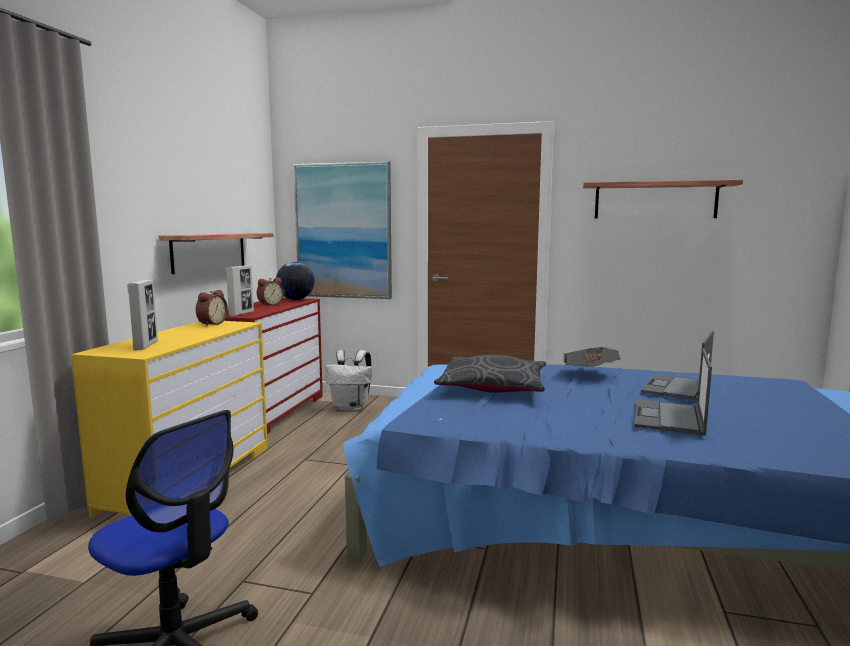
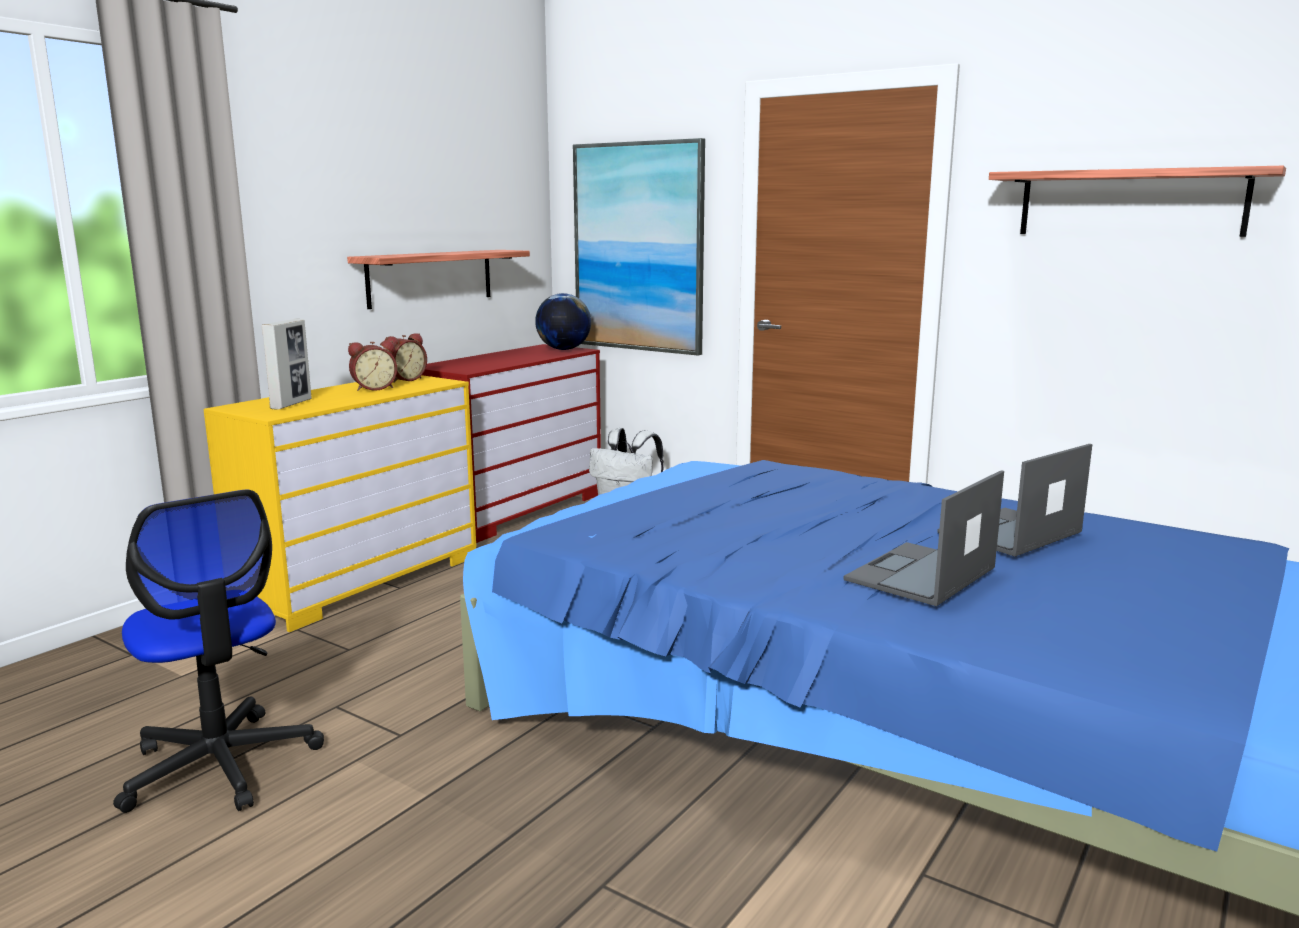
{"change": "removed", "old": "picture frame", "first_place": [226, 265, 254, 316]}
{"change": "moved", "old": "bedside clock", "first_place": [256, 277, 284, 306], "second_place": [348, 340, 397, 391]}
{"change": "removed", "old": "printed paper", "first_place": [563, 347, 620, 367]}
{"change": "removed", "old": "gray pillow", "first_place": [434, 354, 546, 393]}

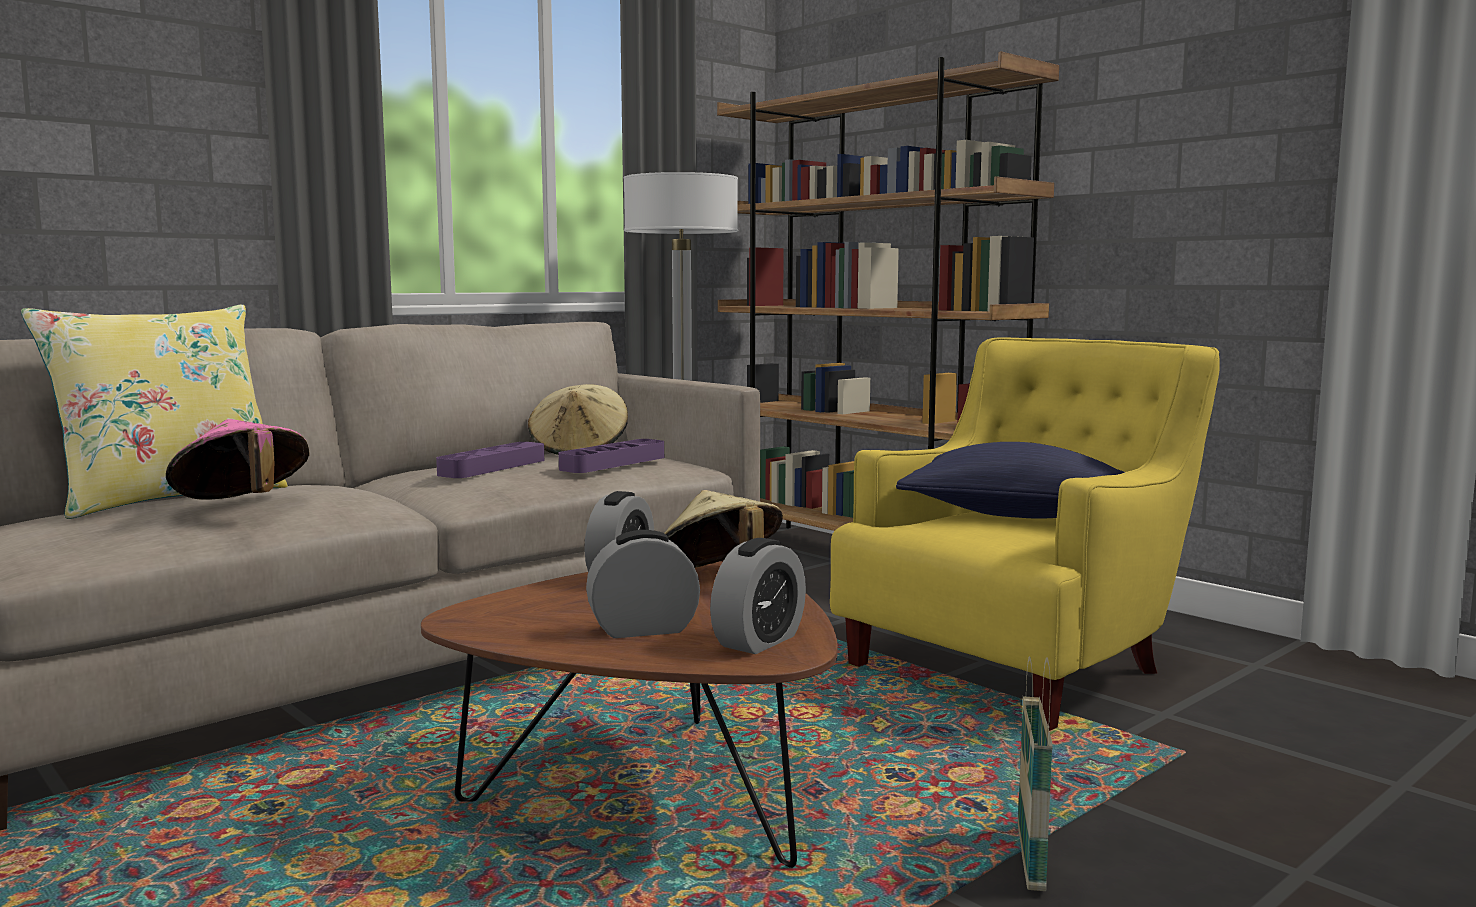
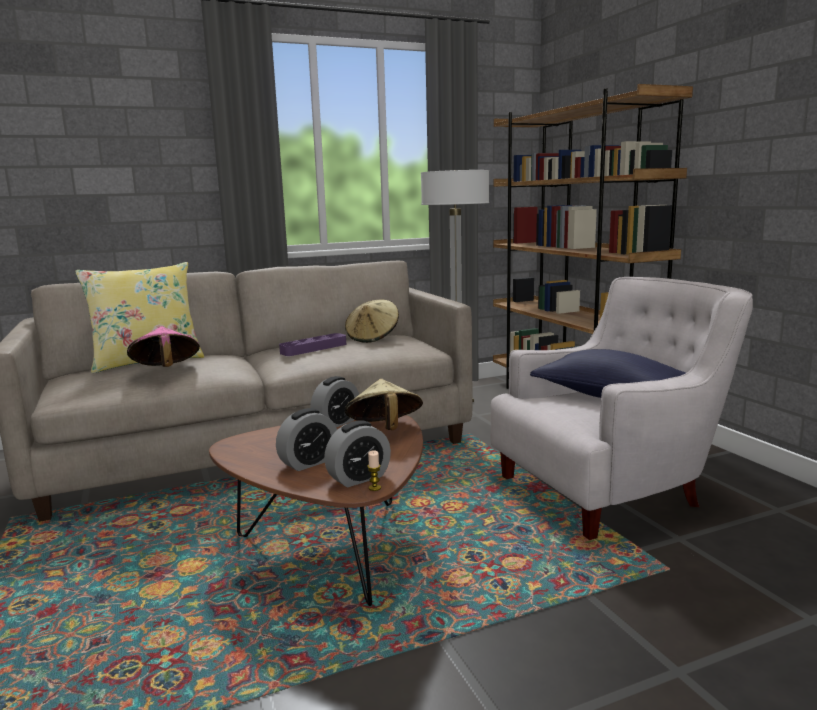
{"change": "recoloured", "old": "yellowish lounge chair", "new": "white-coloured lounge chair", "first_place": [830, 337, 1220, 731], "second_place": [491, 277, 753, 540]}
{"change": "removed", "old": "purplish carrying tray", "first_place": [559, 439, 664, 473]}
{"change": "turned", "old": "bedside clock", "first_place": [586, 530, 700, 638], "second_place": [276, 408, 337, 471], "degrees": 135}
{"change": "removed", "old": "storage basket", "first_place": [1018, 656, 1053, 891]}
{"change": "added", "new": "wax candle", "second_place": [367, 450, 381, 491]}

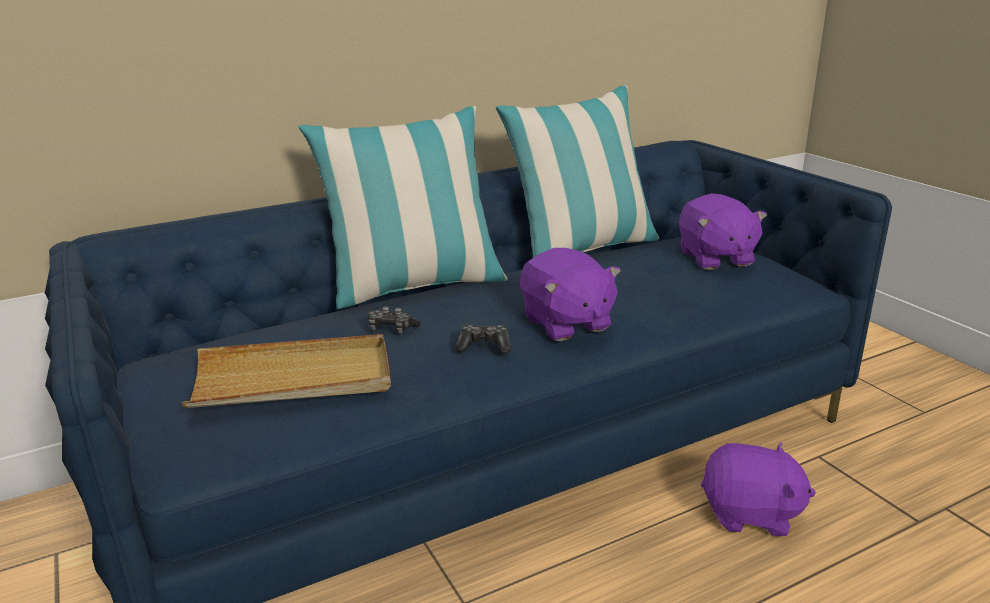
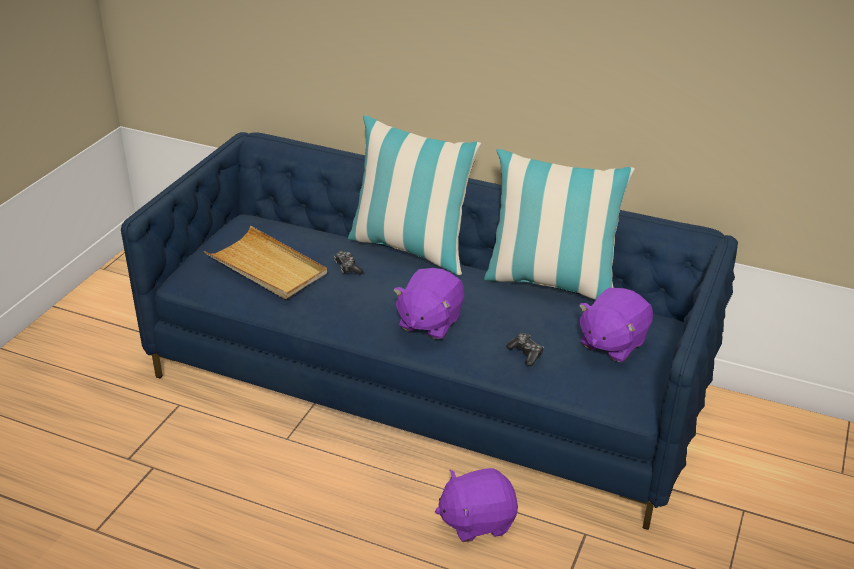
{"change": "moved", "old": "game controller", "first_place": [455, 324, 511, 354], "second_place": [506, 333, 544, 366]}
{"change": "turned", "old": "purplish soft toy", "first_place": [701, 443, 816, 536], "second_place": [435, 468, 518, 542], "degrees": 105}

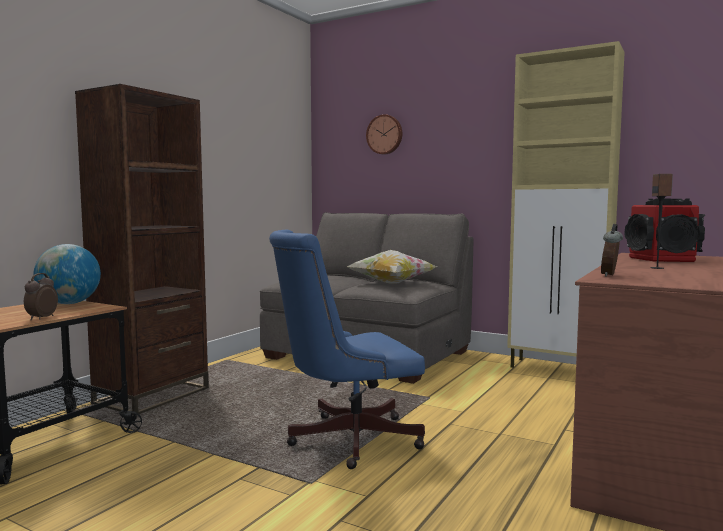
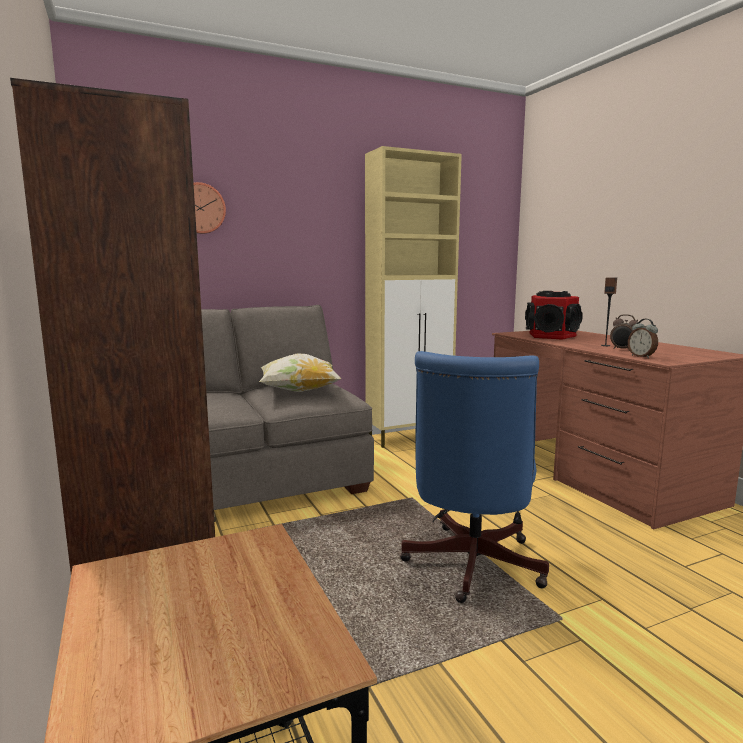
{"change": "removed", "old": "globe", "first_place": [33, 244, 101, 304]}
{"change": "moved", "old": "bedside clock", "first_place": [24, 273, 58, 320], "second_place": [610, 314, 638, 351]}

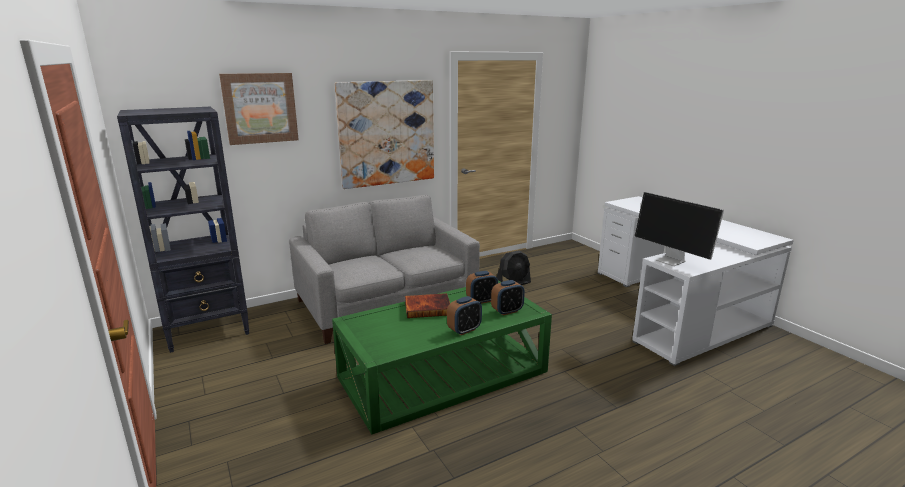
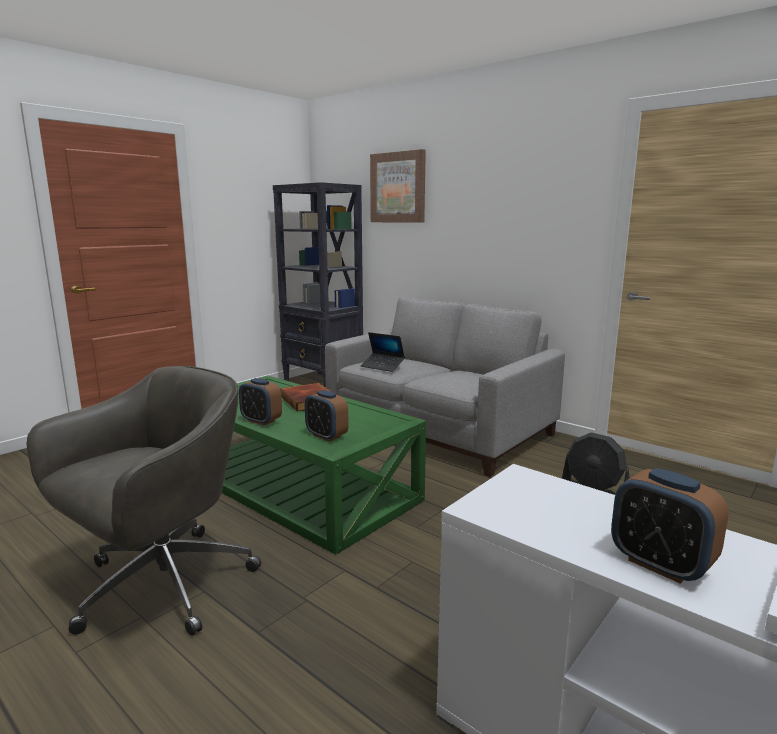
{"change": "removed", "old": "wall art", "first_place": [335, 80, 434, 189]}
{"change": "removed", "old": "computer display", "first_place": [635, 192, 724, 266]}
{"change": "moved", "old": "bedside clock", "first_place": [466, 271, 498, 304], "second_place": [611, 468, 728, 584]}
{"change": "added", "new": "portable computer", "second_place": [361, 332, 405, 372]}
{"change": "added", "new": "gray desk chair", "second_place": [27, 366, 261, 636]}

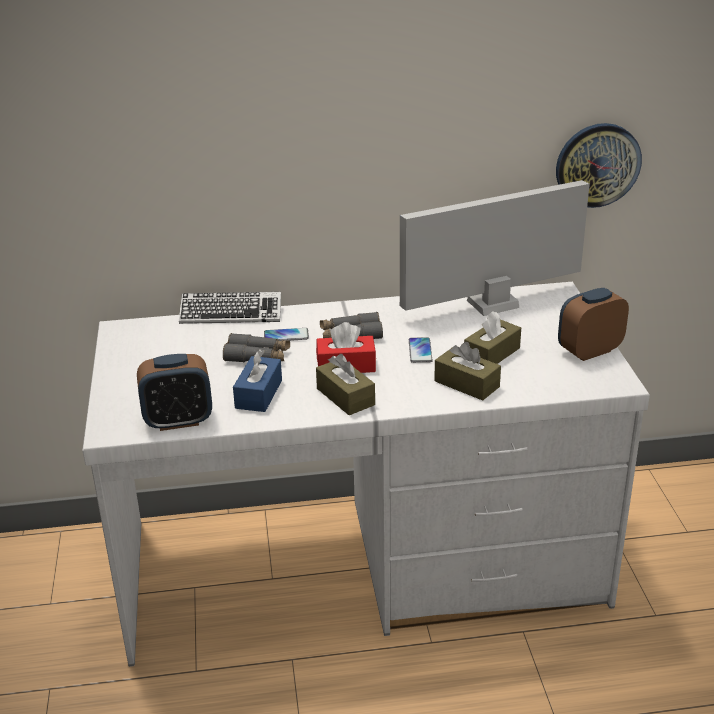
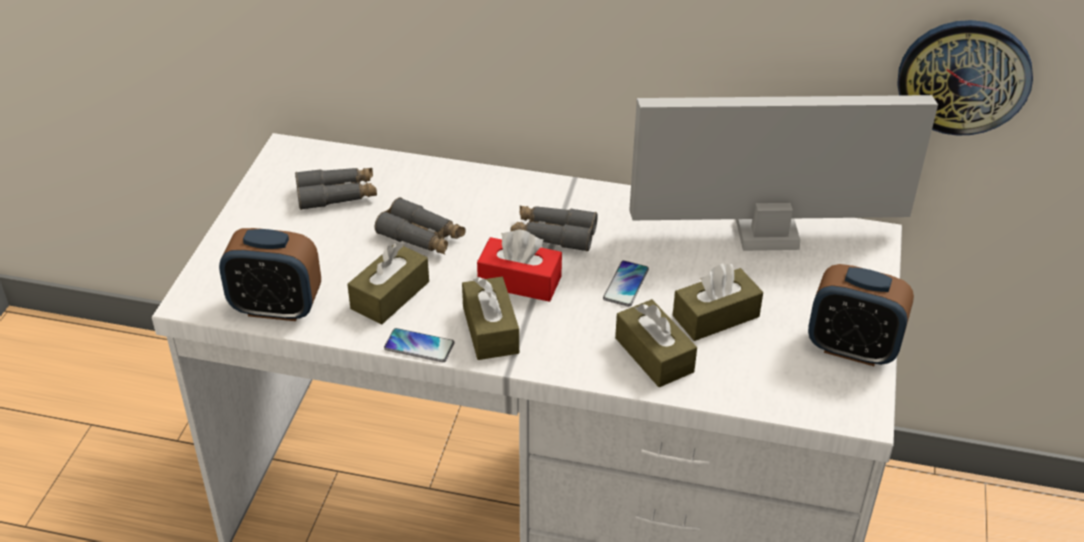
{"change": "turned", "old": "bedside clock", "first_place": [558, 288, 629, 361], "second_place": [808, 264, 914, 366], "degrees": -150}
{"change": "removed", "old": "PC keyboard", "first_place": [179, 292, 281, 324]}
{"change": "moved", "old": "handset", "first_place": [264, 328, 309, 341], "second_place": [384, 328, 454, 362]}
{"change": "recoloured", "old": "blue-coloured box of tissues", "new": "brown-coloured box of tissues", "first_place": [233, 349, 282, 412], "second_place": [347, 242, 429, 324]}
{"change": "added", "new": "gray field glasses", "second_place": [295, 168, 377, 210]}

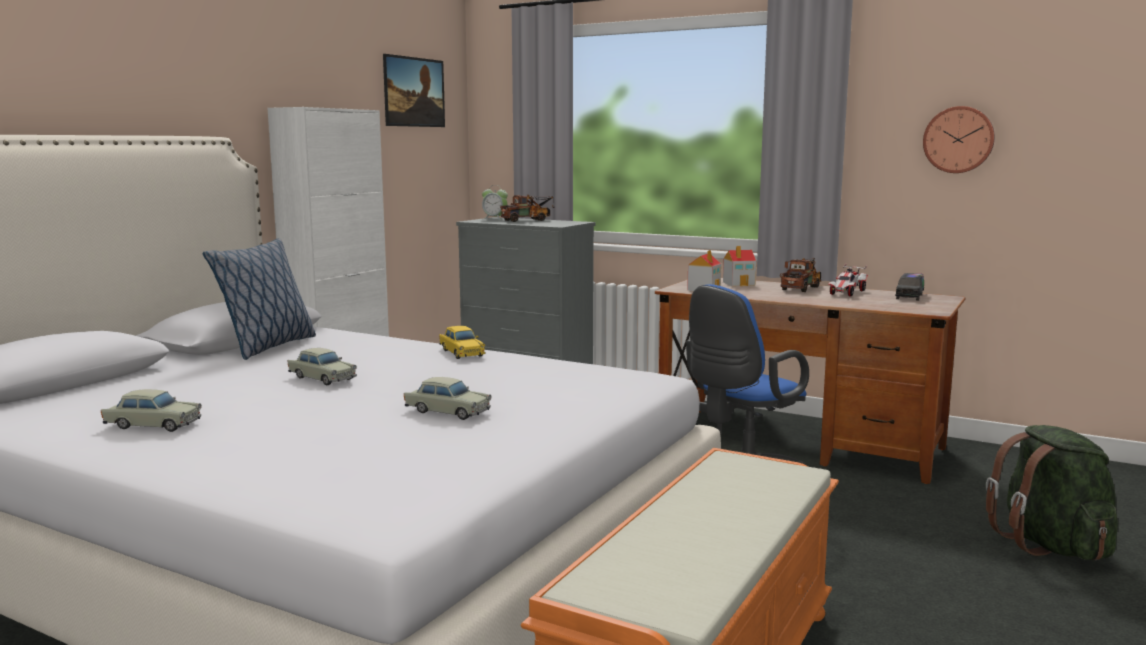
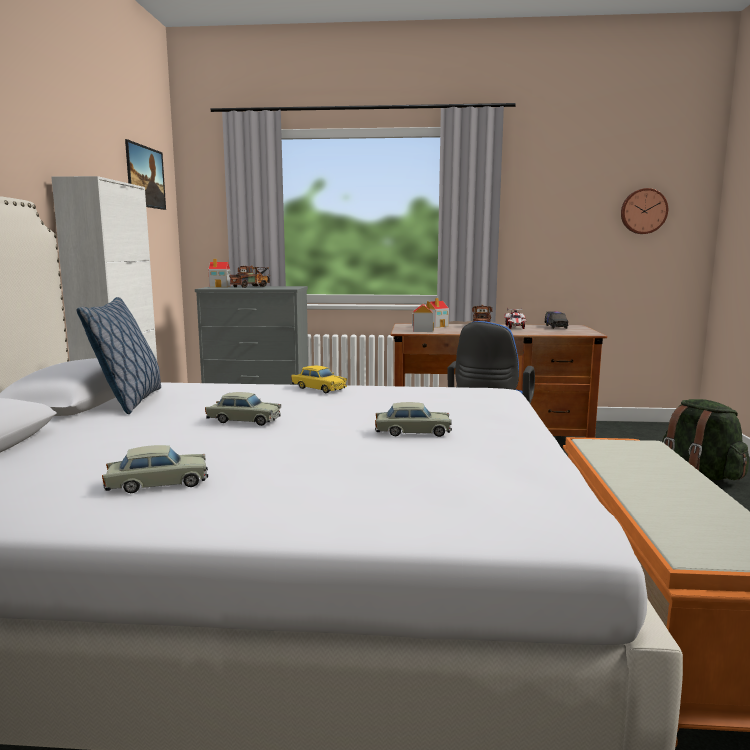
{"change": "moved", "old": "wall clock", "first_place": [923, 106, 995, 173], "second_place": [621, 188, 668, 234]}
{"change": "replaced", "old": "bedside clock", "new": "toy house", "first_place": [482, 185, 508, 220], "second_place": [208, 258, 231, 287]}

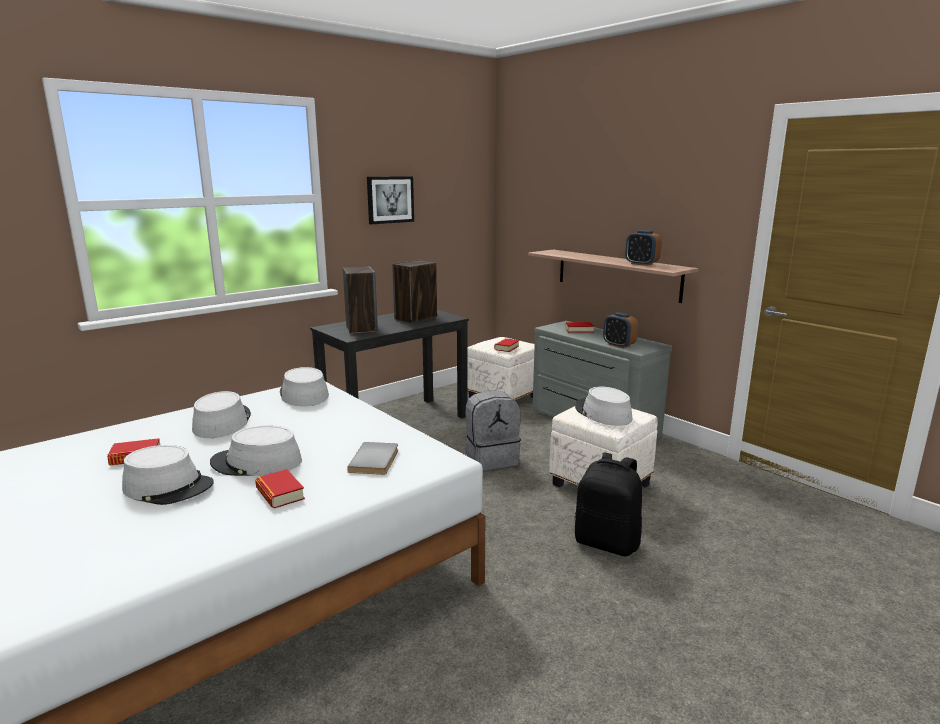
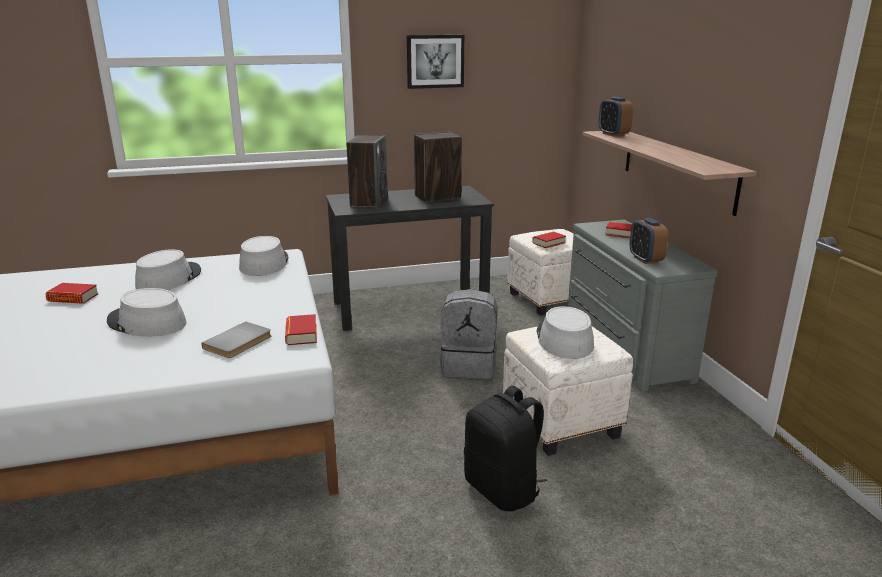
{"change": "moved", "old": "bedside clock", "first_place": [625, 230, 662, 266], "second_place": [599, 97, 633, 137]}
{"change": "removed", "old": "gray hat", "first_place": [122, 445, 214, 505]}
{"change": "moved", "old": "bound book", "first_place": [255, 469, 305, 508], "second_place": [285, 314, 317, 345]}

